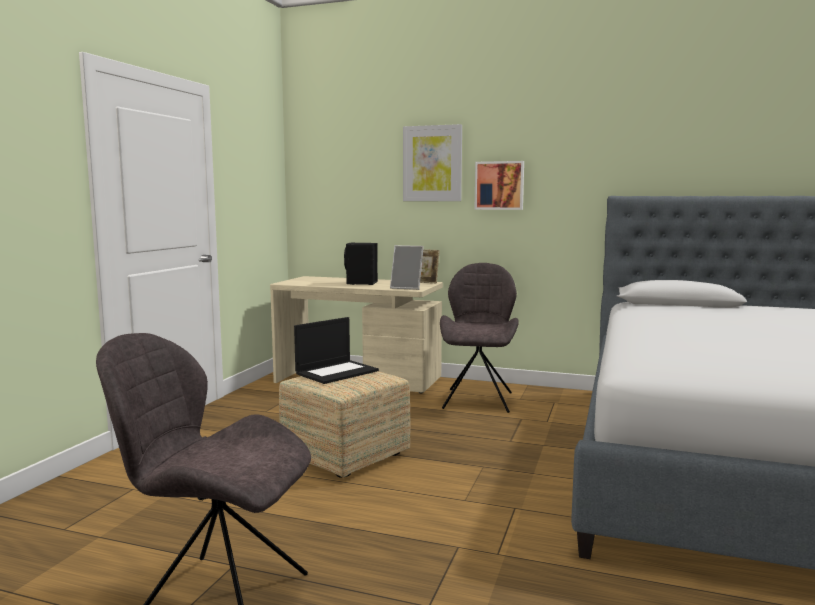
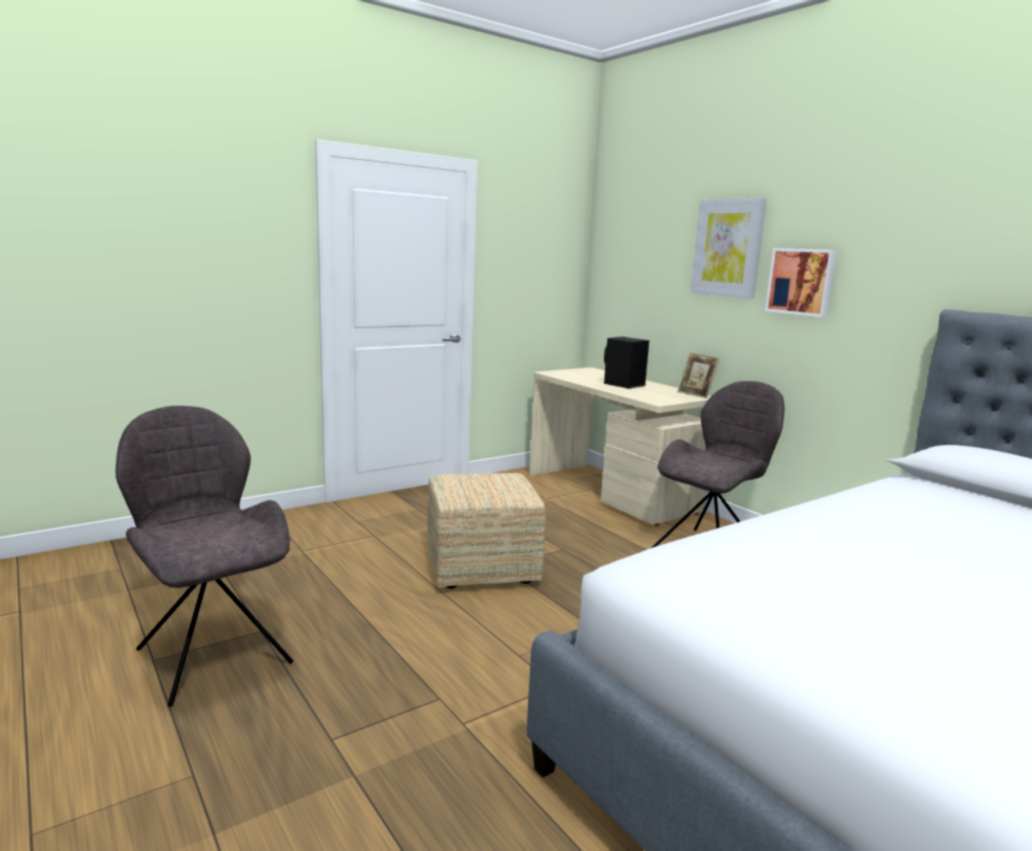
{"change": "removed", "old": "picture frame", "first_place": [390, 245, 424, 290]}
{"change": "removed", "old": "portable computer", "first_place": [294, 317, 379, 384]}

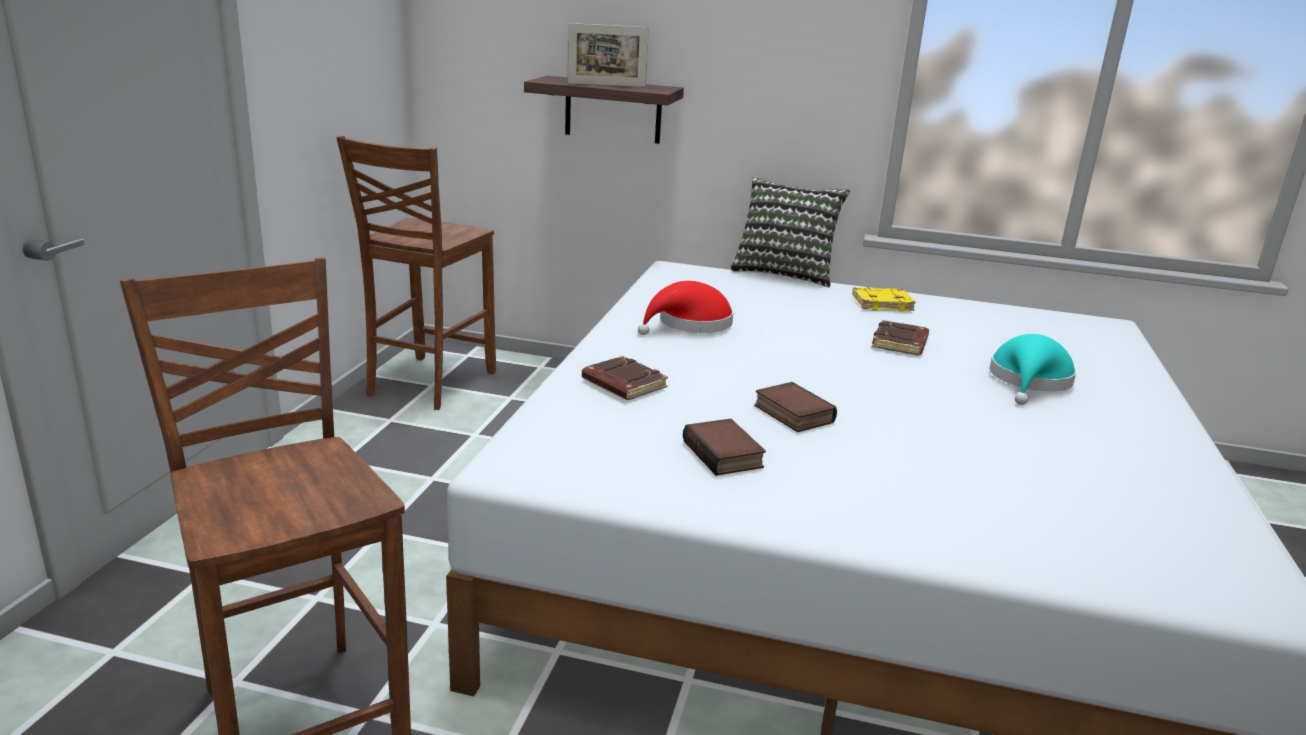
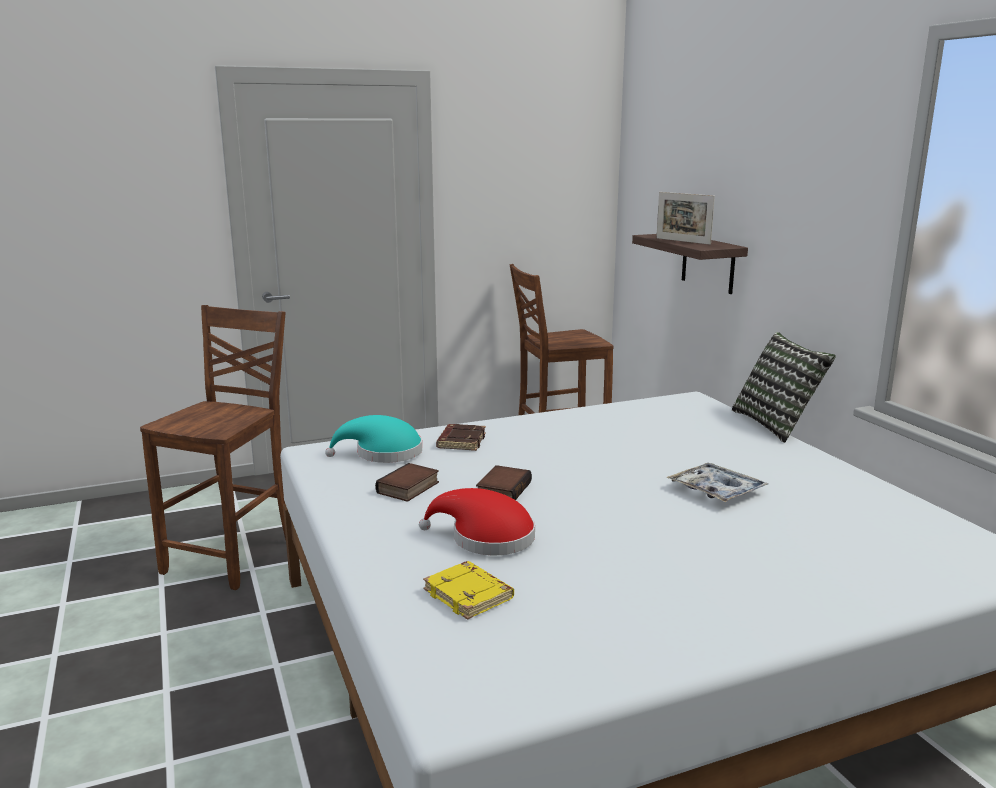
{"change": "moved", "old": "reddish hat", "first_place": [638, 281, 733, 335], "second_place": [419, 488, 535, 555]}
{"change": "moved", "old": "yellowish bound book", "first_place": [852, 287, 916, 311], "second_place": [423, 561, 514, 620]}
{"change": "replaced", "old": "brown-coloured bound book", "new": "carrying tray", "first_place": [872, 320, 929, 355], "second_place": [666, 463, 768, 502]}
{"change": "moved", "old": "blue-green hat", "first_place": [989, 334, 1076, 405], "second_place": [325, 415, 422, 463]}

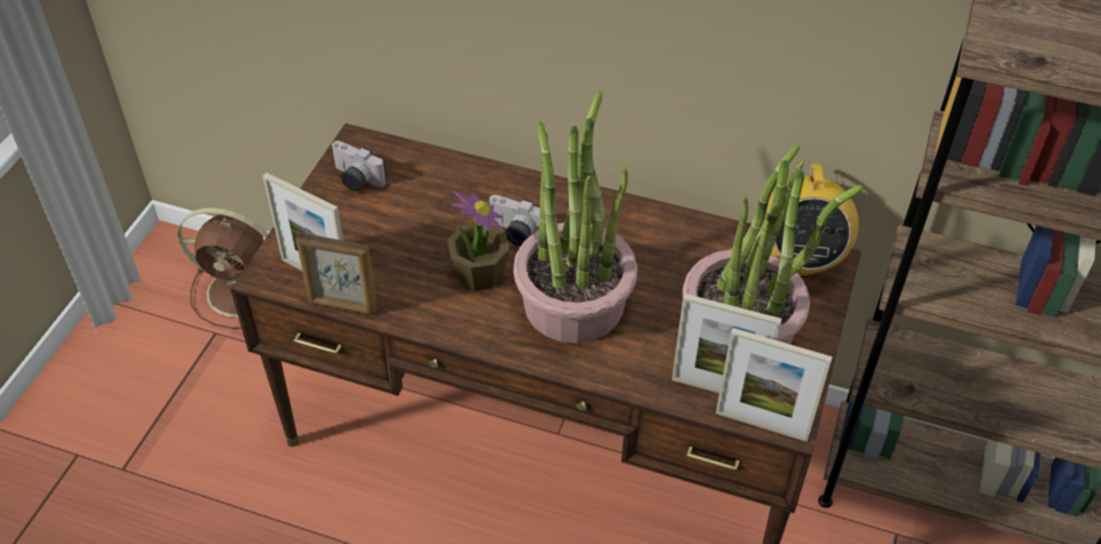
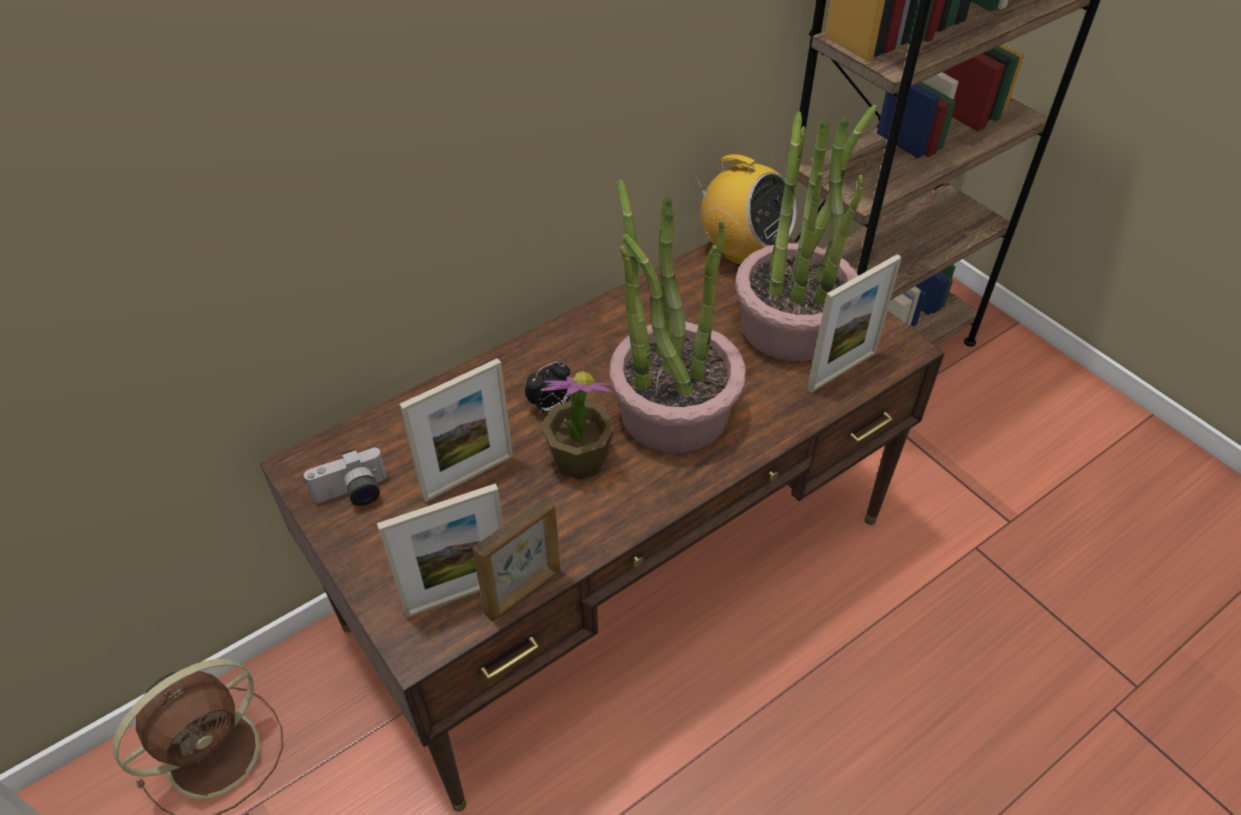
{"change": "replaced", "old": "photo camera", "new": "bedside clock", "first_place": [488, 195, 540, 246], "second_place": [525, 362, 571, 414]}
{"change": "moved", "old": "picture frame", "first_place": [716, 328, 832, 442], "second_place": [399, 358, 513, 502]}

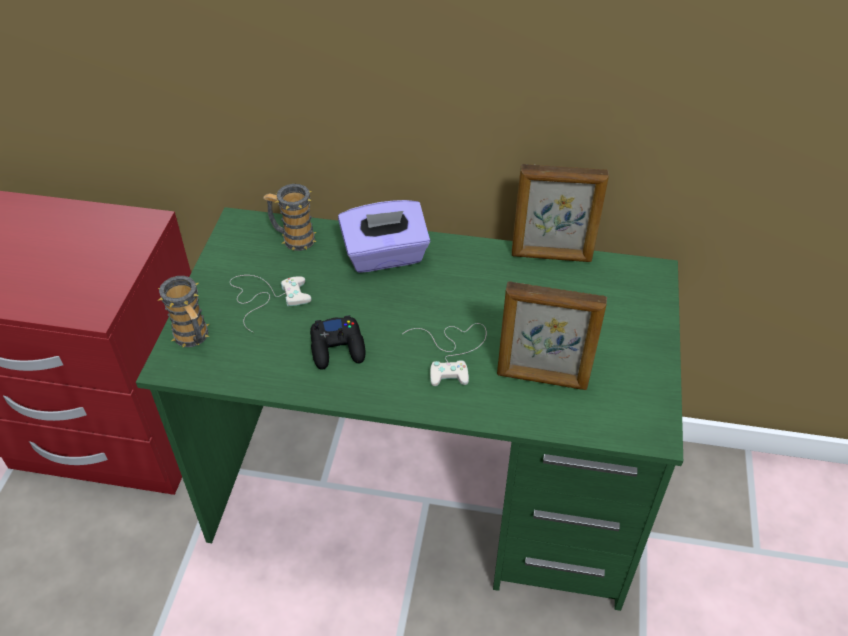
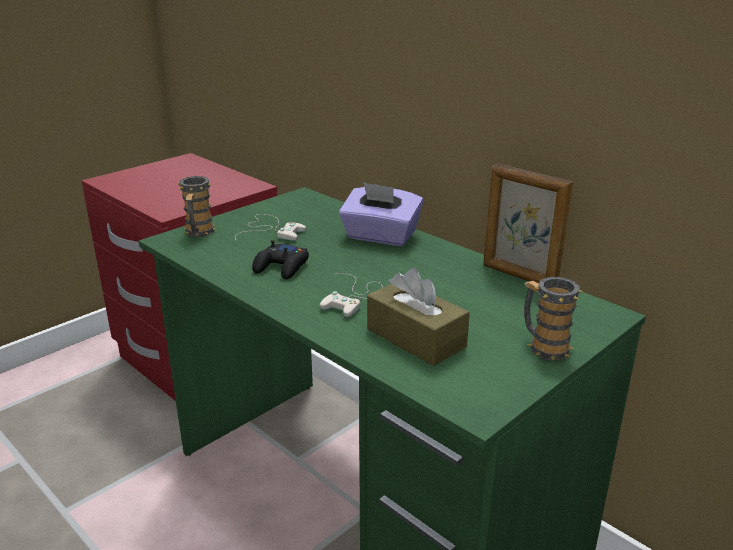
{"change": "moved", "old": "tea mug", "first_place": [264, 184, 317, 251], "second_place": [524, 277, 584, 361]}
{"change": "replaced", "old": "picture frame", "new": "brown-coloured box of tissues", "first_place": [497, 281, 607, 390], "second_place": [367, 268, 470, 366]}

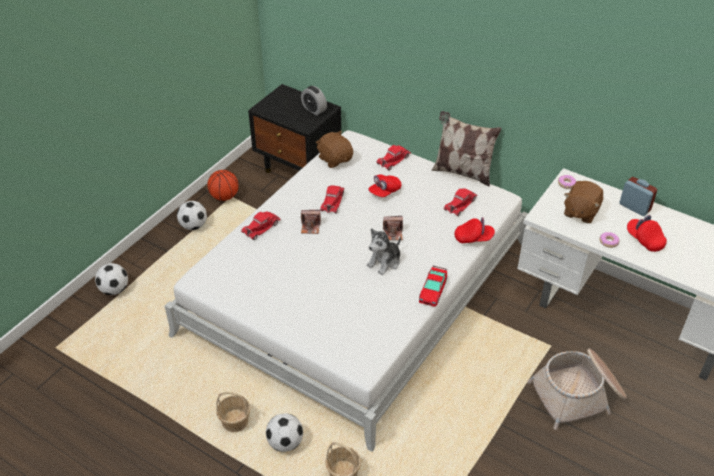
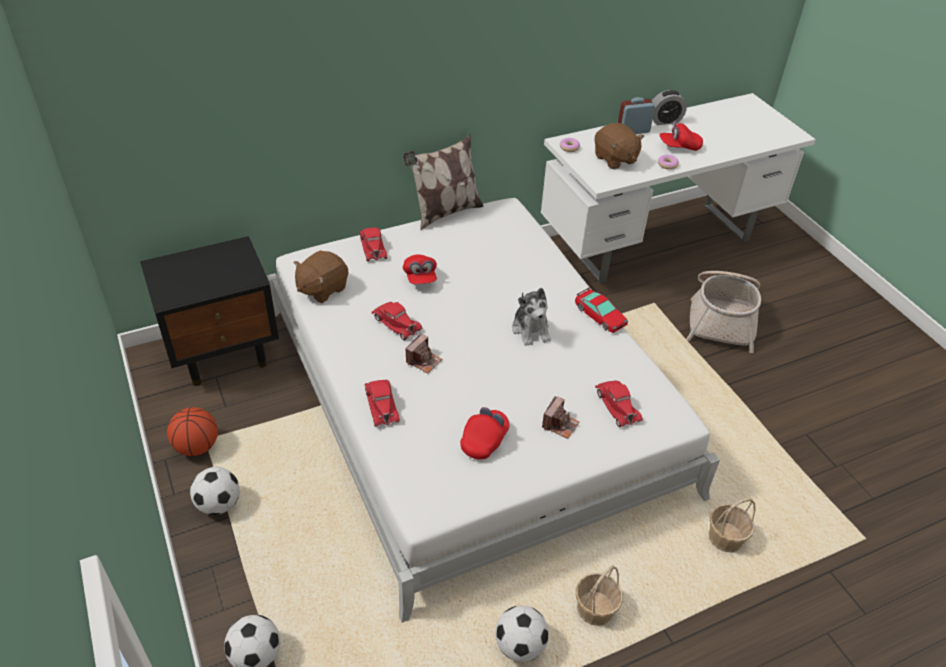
{"change": "moved", "old": "bedside clock", "first_place": [301, 86, 327, 115], "second_place": [652, 90, 687, 125]}
{"change": "turned", "old": "brown-coloured soft toy", "first_place": [316, 131, 353, 168], "second_place": [294, 250, 348, 303], "degrees": -45}
{"change": "moved", "old": "reddish miniature car", "first_place": [444, 188, 477, 216], "second_place": [595, 380, 643, 427]}
{"change": "moved", "old": "photo camera", "first_place": [383, 216, 403, 240], "second_place": [542, 396, 579, 439]}
{"change": "moved", "old": "reddish cap", "first_place": [454, 217, 495, 243], "second_place": [460, 407, 510, 460]}
{"change": "moved", "old": "football ball", "first_place": [266, 413, 303, 452], "second_place": [496, 606, 549, 662]}

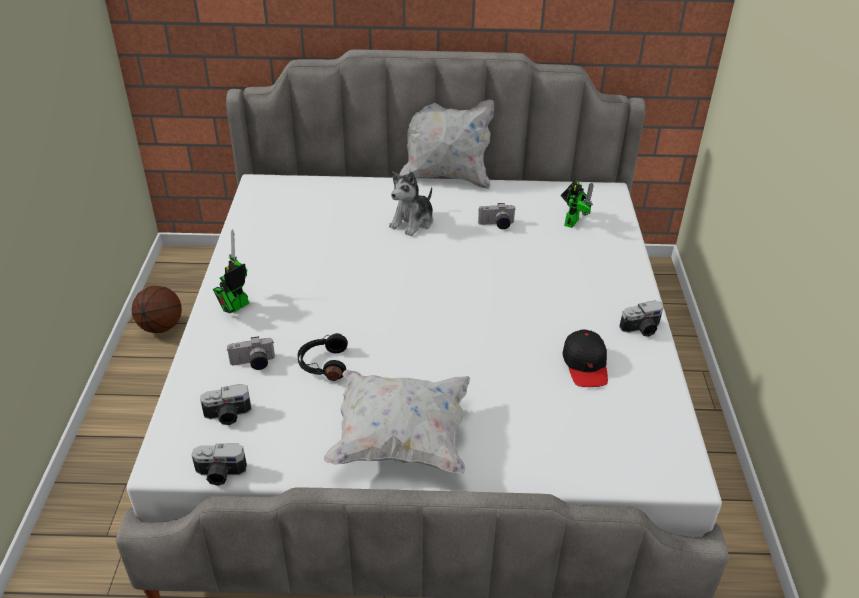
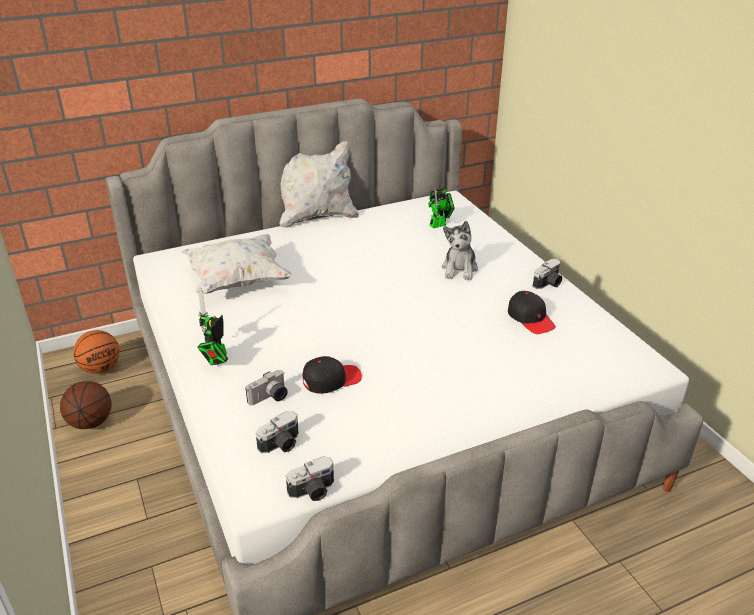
{"change": "moved", "old": "soft toy", "first_place": [389, 171, 433, 236], "second_place": [442, 221, 478, 280]}
{"change": "turned", "old": "model robot", "first_place": [561, 179, 594, 228], "second_place": [428, 187, 455, 228], "degrees": 60}
{"change": "removed", "old": "photo camera", "first_place": [478, 203, 516, 229]}
{"change": "replaced", "old": "black pair of headphones", "new": "black cap", "first_place": [298, 333, 348, 381], "second_place": [302, 356, 362, 394]}
{"change": "moved", "old": "white-coloured pillow", "first_place": [324, 370, 470, 474], "second_place": [182, 234, 292, 294]}
{"change": "added", "new": "basketball", "second_place": [73, 330, 120, 374]}

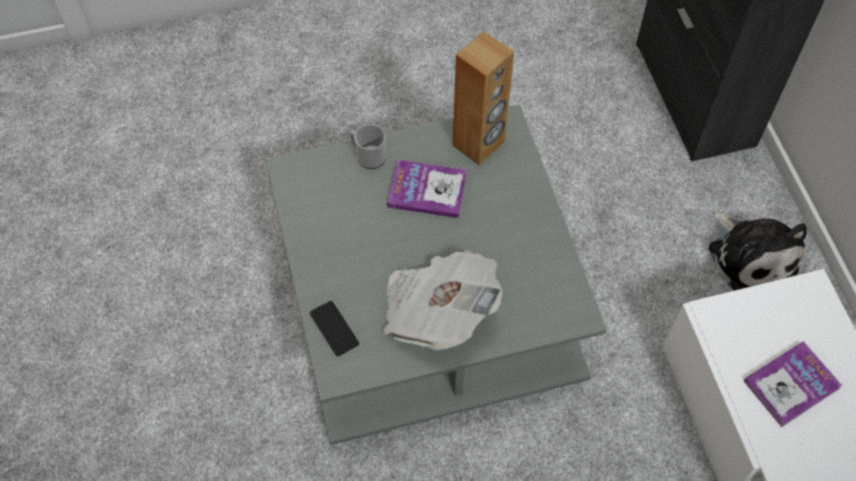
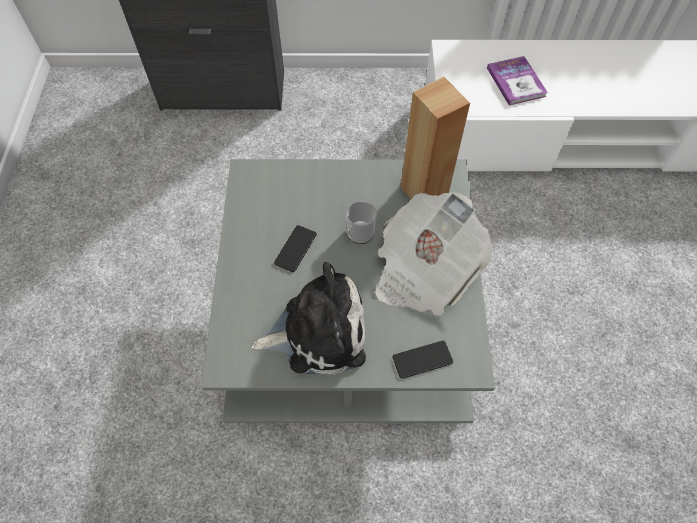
{"change": "moved", "old": "brown-coloured speaker", "first_place": [453, 31, 514, 165], "second_place": [401, 77, 470, 199]}
{"change": "moved", "old": "tea mug", "first_place": [349, 124, 386, 169], "second_place": [346, 201, 377, 244]}
{"change": "replaced", "old": "bound book", "new": "handset", "first_place": [387, 160, 467, 218], "second_place": [274, 225, 317, 272]}
{"change": "moved", "old": "soft toy", "first_place": [709, 211, 807, 291], "second_place": [251, 262, 366, 375]}

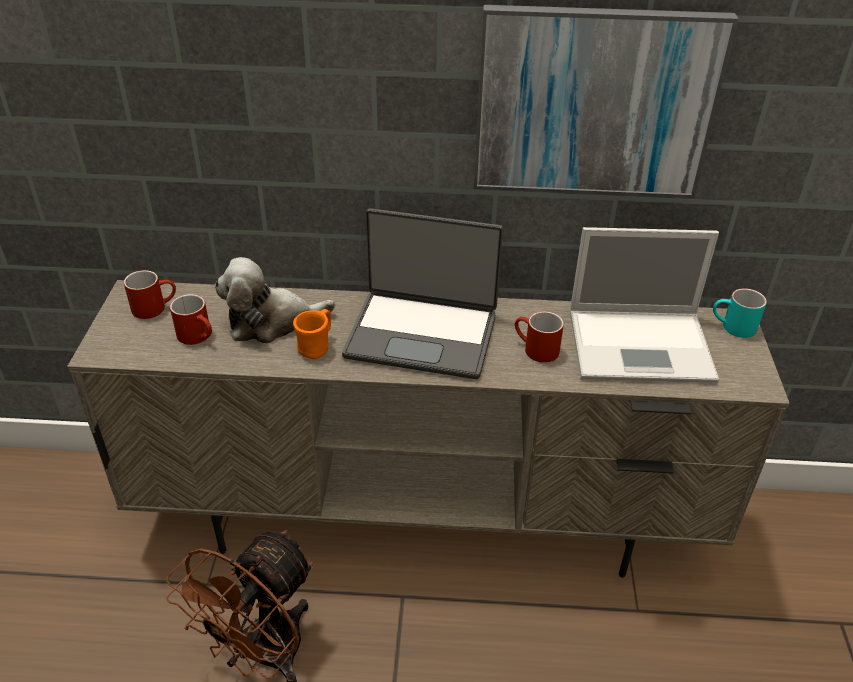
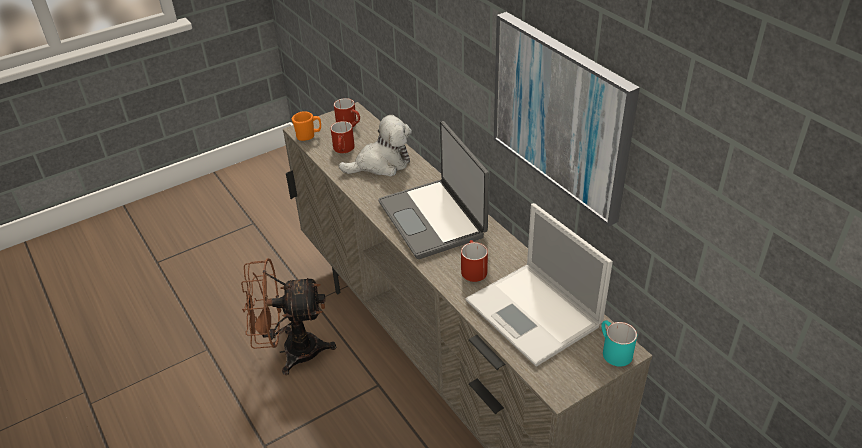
{"change": "turned", "old": "soft toy", "first_place": [215, 257, 335, 344], "second_place": [339, 115, 412, 177], "degrees": 120}
{"change": "moved", "old": "orange-coloured tea mug", "first_place": [293, 309, 331, 359], "second_place": [291, 112, 321, 141]}

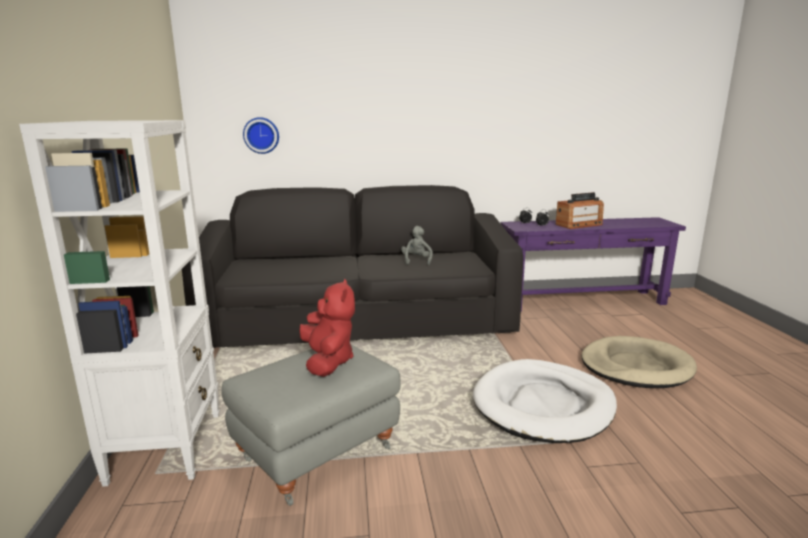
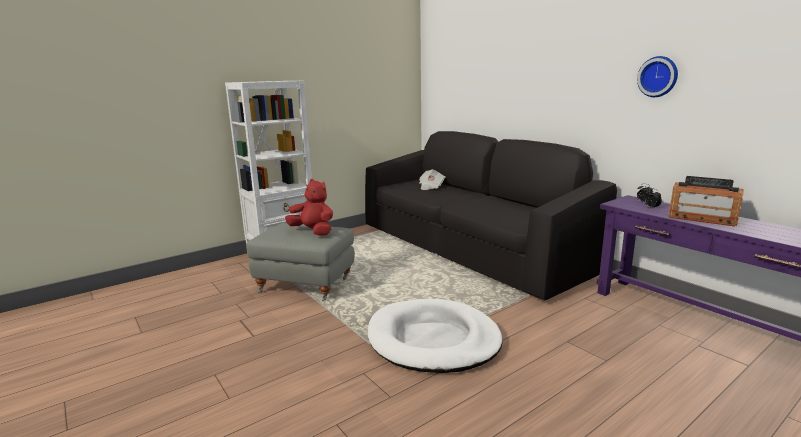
{"change": "moved", "old": "wall clock", "first_place": [243, 117, 279, 154], "second_place": [637, 56, 678, 97]}
{"change": "removed", "old": "gray soft toy", "first_place": [401, 226, 433, 266]}
{"change": "turned", "old": "reddish soft toy", "first_place": [299, 278, 355, 377], "second_place": [285, 179, 333, 236], "degrees": -105}
{"change": "removed", "old": "beige dog cushion", "first_place": [581, 336, 697, 388]}
{"change": "added", "new": "printed paper", "second_place": [419, 169, 446, 190]}

